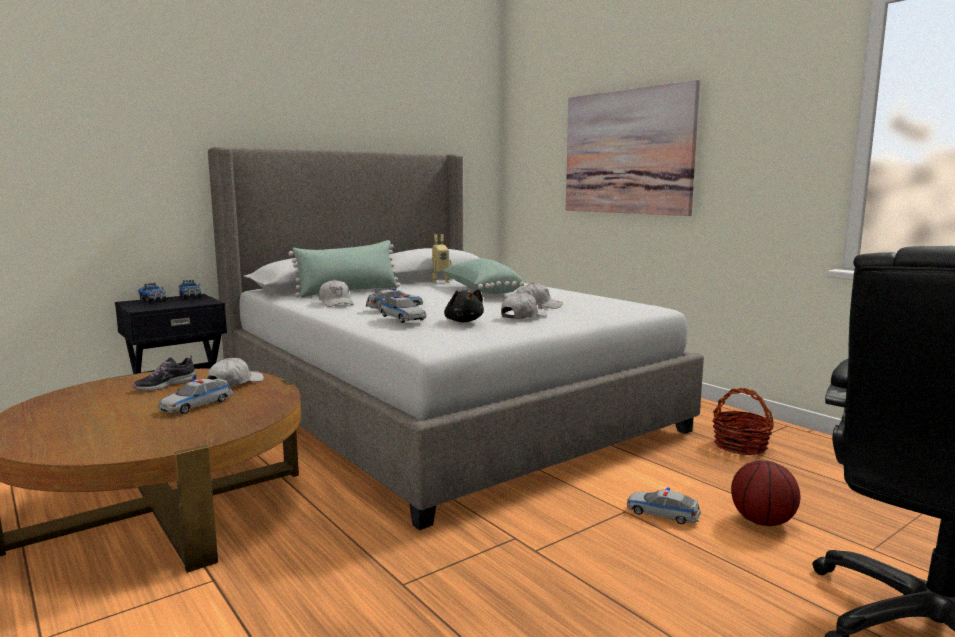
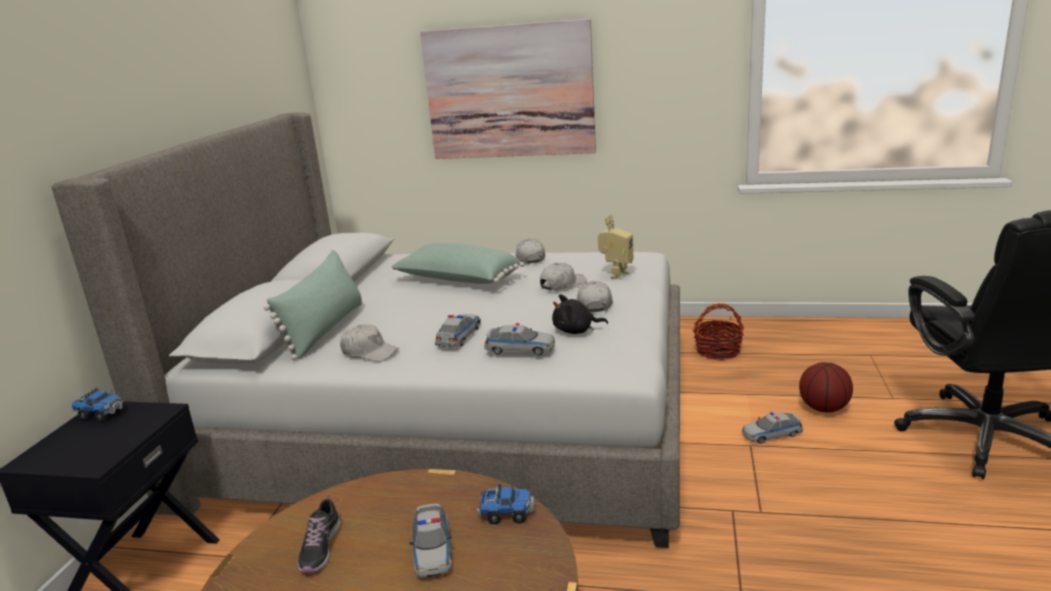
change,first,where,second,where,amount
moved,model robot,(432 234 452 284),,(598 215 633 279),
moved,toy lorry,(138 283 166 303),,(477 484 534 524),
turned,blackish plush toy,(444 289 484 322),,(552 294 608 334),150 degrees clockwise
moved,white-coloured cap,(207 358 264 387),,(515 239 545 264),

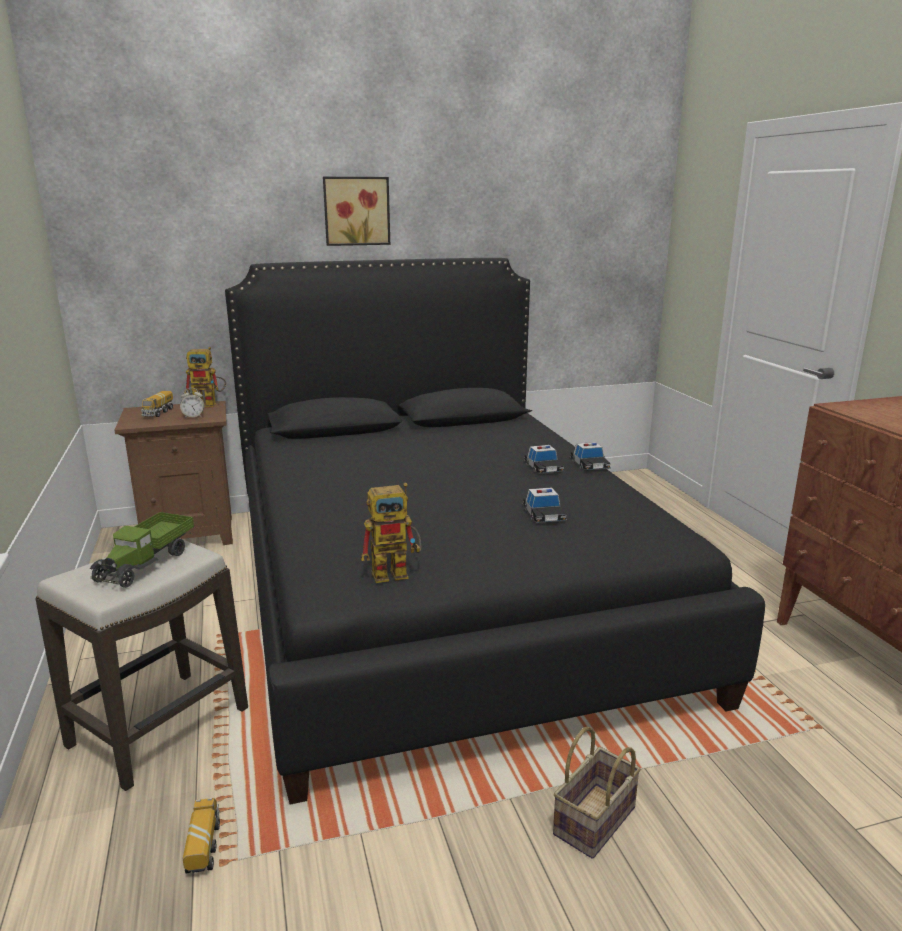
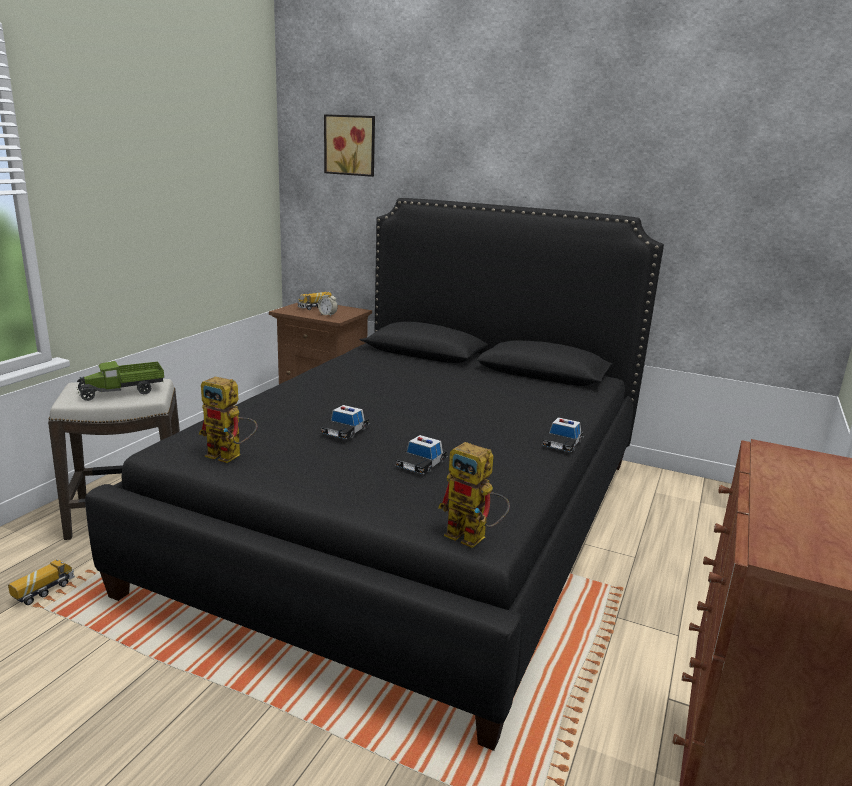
change,first,where,second,where,amount
moved,wall picture,(323 177 390 246),,(324 114 375 177),
moved,model robot,(184 347 226 407),,(438 442 510 548),
moved,model car,(523 445 565 474),,(320 405 370 440),
removed,household basket,(553 727 641 859),,,

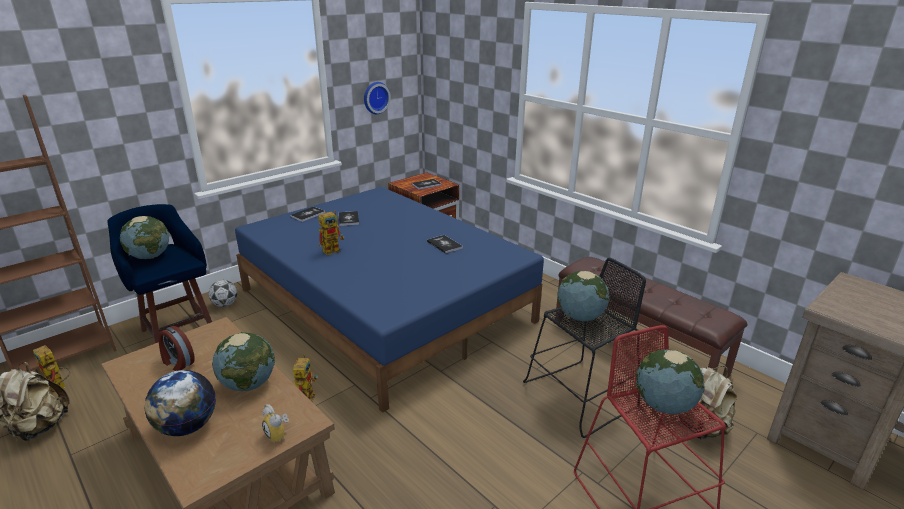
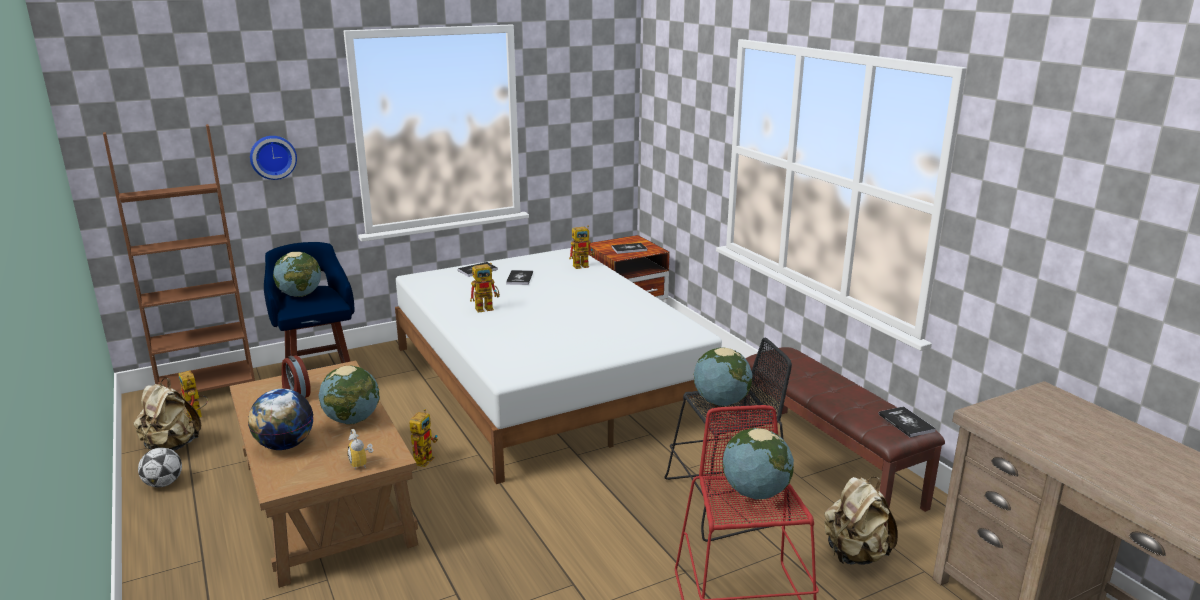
change,first,where,second,where,amount
moved,hanging clock,(364 82 391 114),,(250 136 297 180),
recoloured,blue sleeping bed,(235 187 544 413),white-coloured sleeping bed,(395 248 722 484),
moved,book,(427 235 463 254),,(879 406 936 438),
moved,ball for football,(208 280 237 307),,(138 448 182 487),
added,,,model robot,(569 225 594 269),

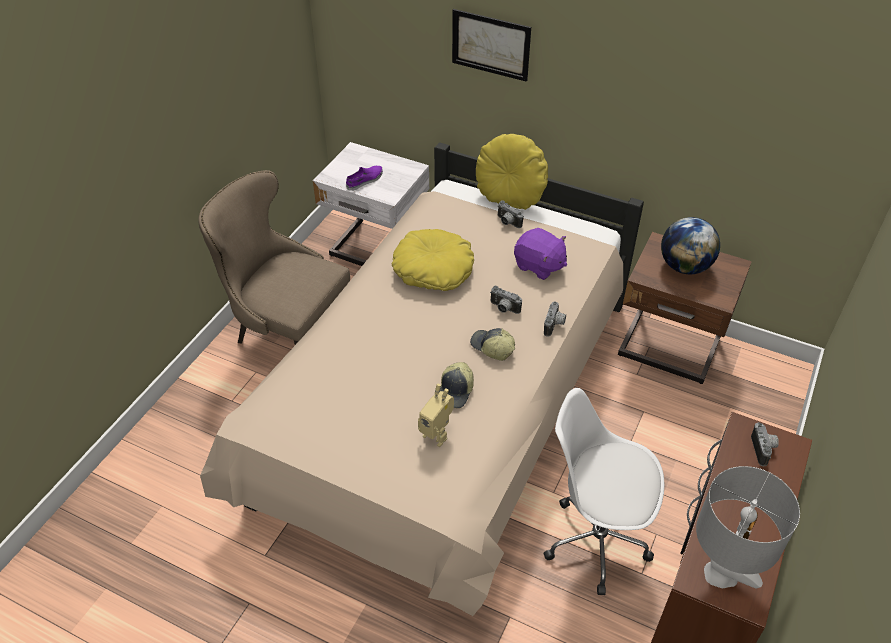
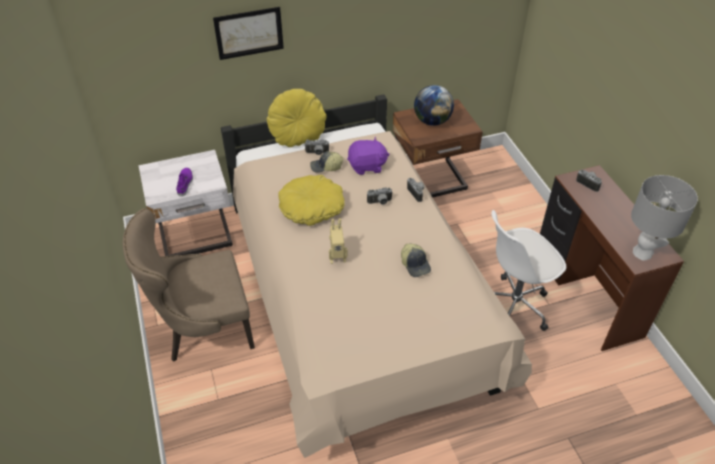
change,first,where,second,where,amount
moved,cap,(470 328 515 361),,(310 151 343 173),
moved,model robot,(418 384 454 447),,(329 219 348 264),

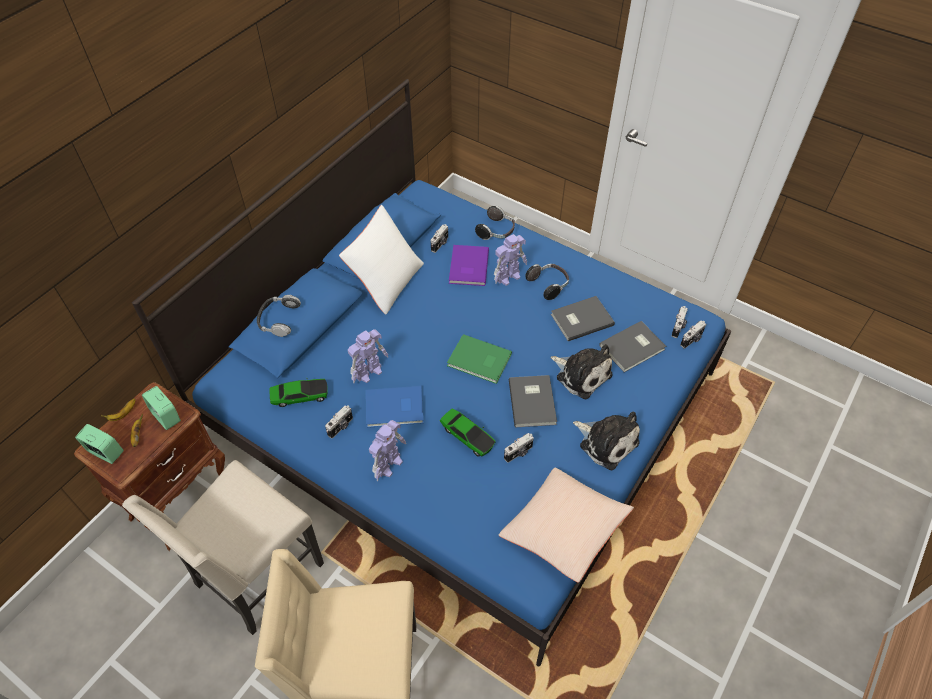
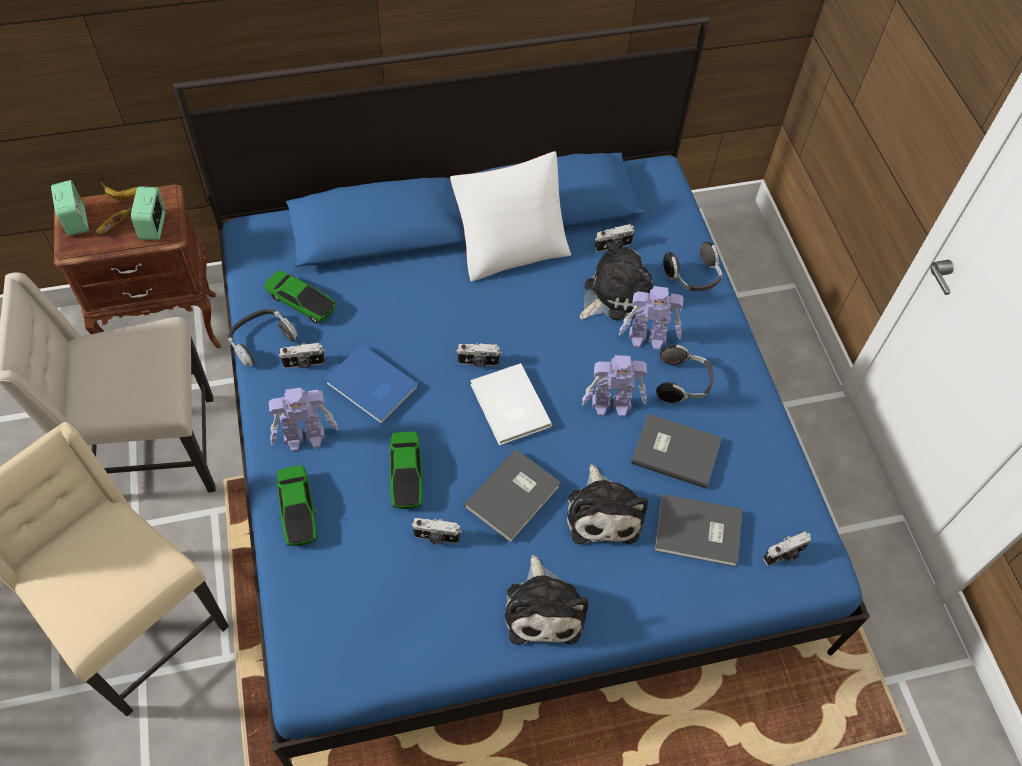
change,first,where,second,where,amount
replaced,purple-coloured book,(449 245 489 286),plush toy,(579 242 653 321),
moved,headset,(257 295 301 337),,(228 309 298 366),
moved,still camera,(680 320 706 349),,(456 343 501 367),
moved,model robot,(348 329 388 383),,(582 355 647 417),
recoloured,green book,(447 334 512 384),white-coloured book,(470 363 552 445),
removed,beige-coloured throw pillow,(499 467 634 582),,,
added,,,model car,(277 465 318 546),

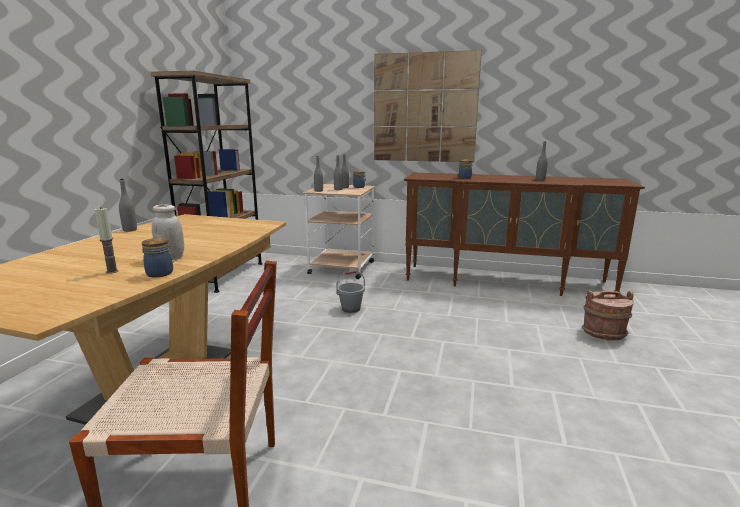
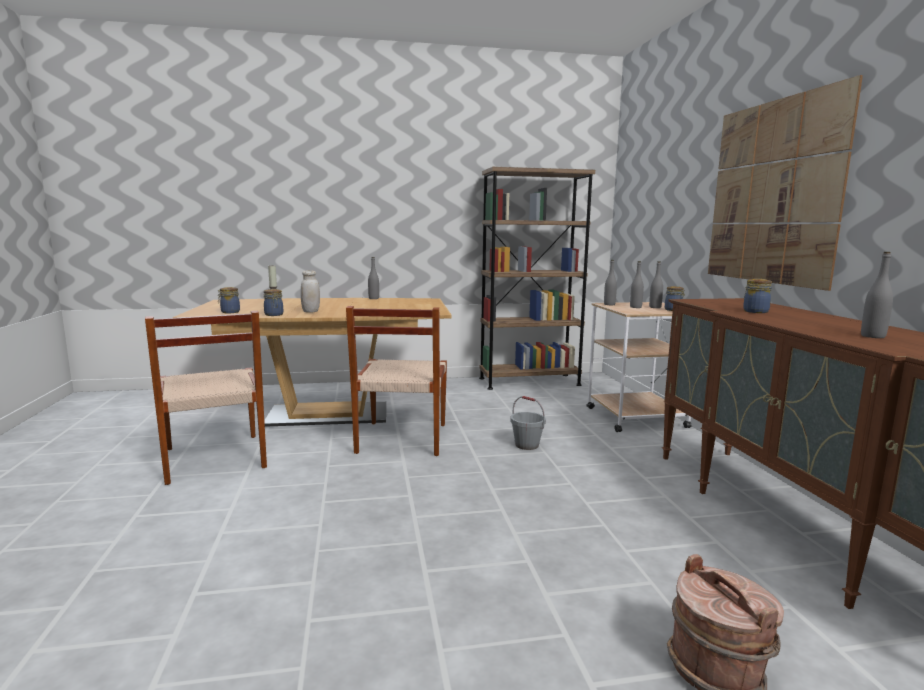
change,first,where,second,where,amount
added,,,preserve jar,(218 287 240 313),
added,,,plain chair,(346 306 447 456),

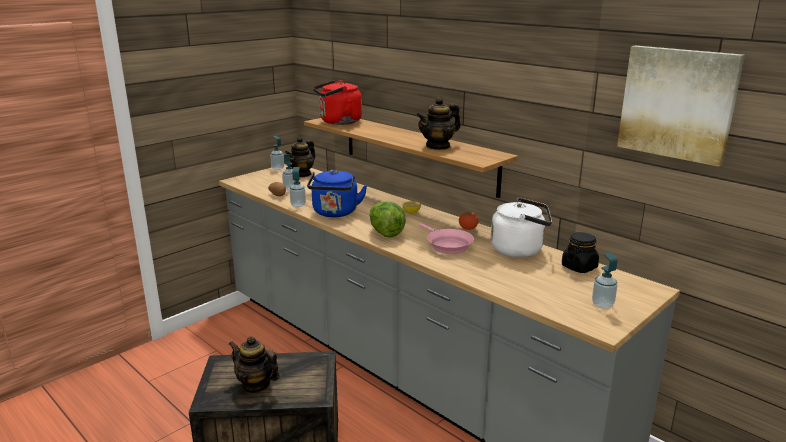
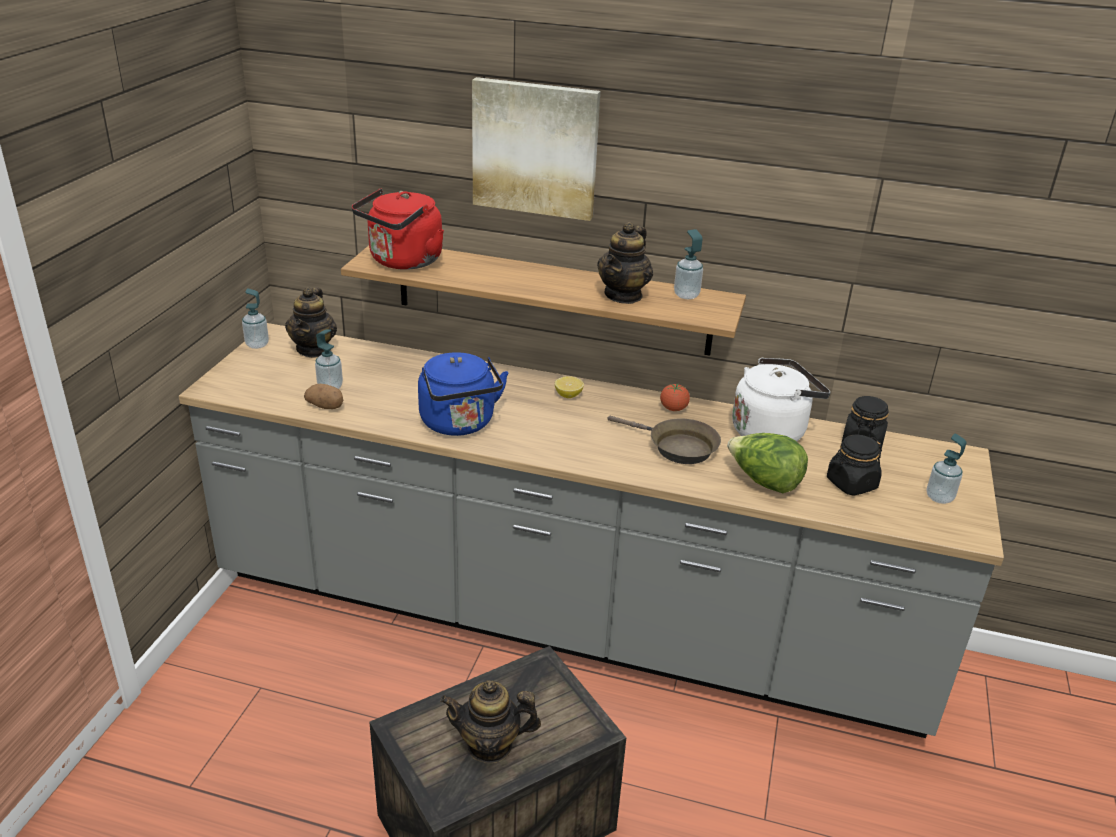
change,first,where,second,where,amount
moved,wall picture,(617 46 745 167),,(472 77 600 221),
moved,soap bottle,(290 167 306 207),,(674 229 703 299),
moved,head of lettuce,(369 201 406 237),,(727 433 808 493),
recoloured,pink-coloured frying pan,(419 223 474 254),brown frying pan,(607 416 721 464),
added,,,blackish preserve jar,(827 435 882 496),

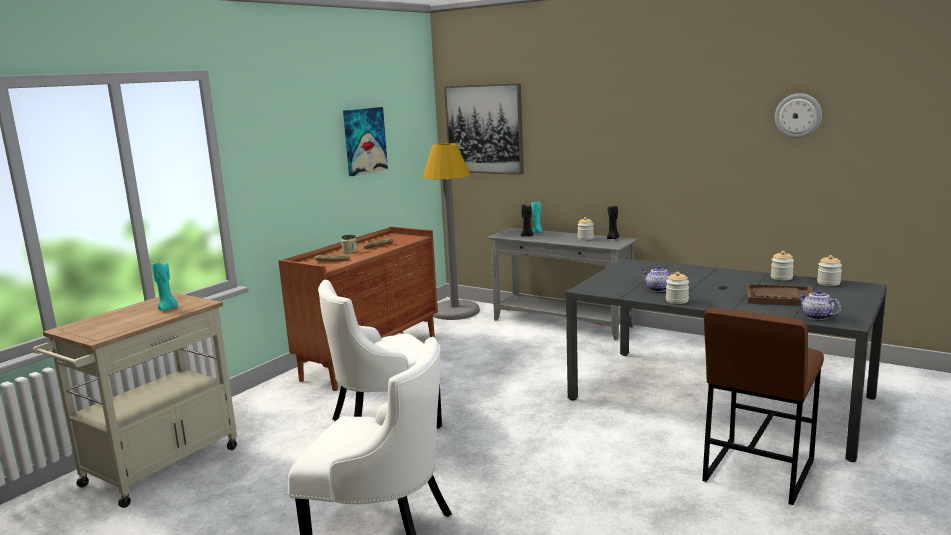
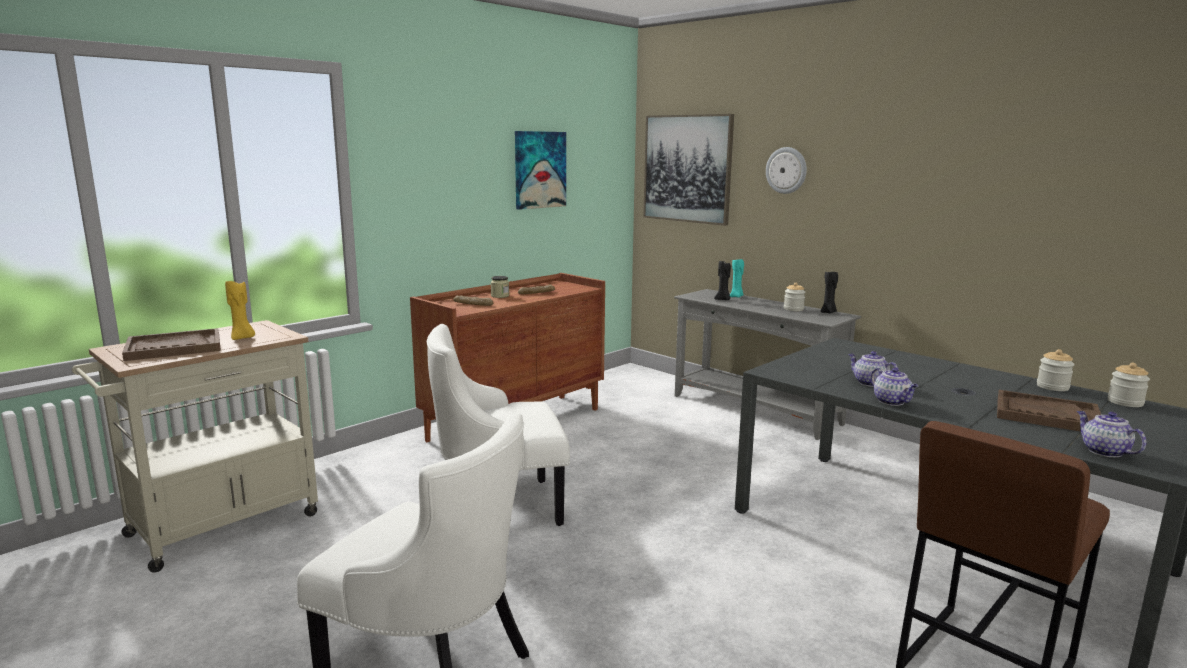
change,first,where,second,where,amount
moved,hanging clock,(775 93 822 138),,(766 147 807 194),
removed,grey standing lamp,(423 143 480 320),,,
recoloured,blue-green wax light,(152 260 178 311),yellow-coloured wax light,(225 281 255 340),
replaced,preserve jar,(666 272 689 304),pot for tea,(871 368 918 406),
added,,,brown serving tray,(122 328 221 361),

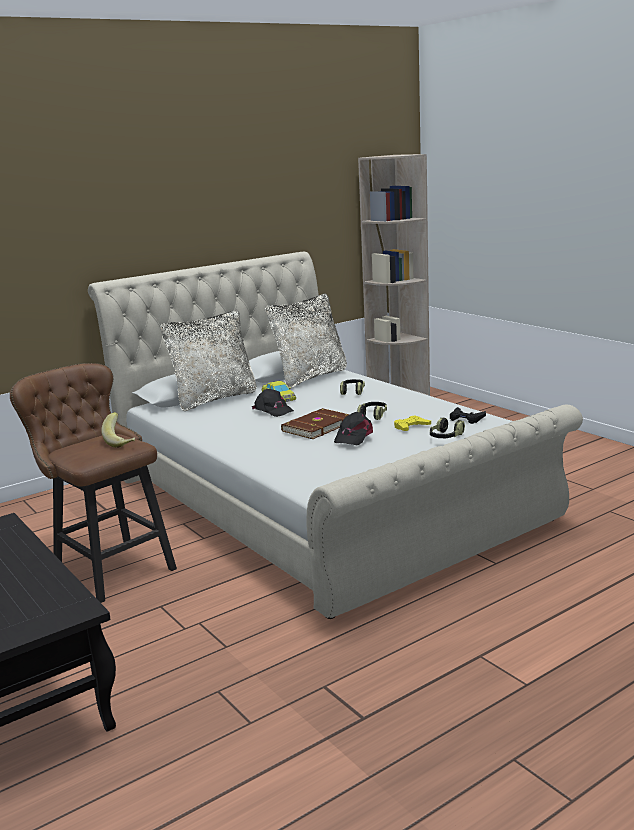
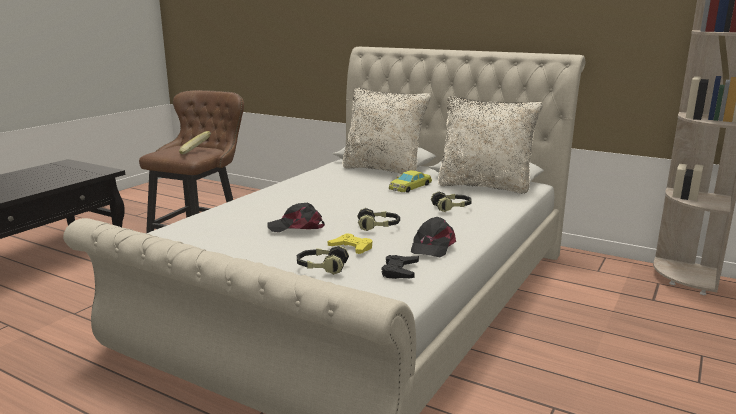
change,first,where,second,where,amount
moved,blackish cap,(252 389 294 417),,(411 217 456 258),
removed,brown book,(281 408 350 439),,,

